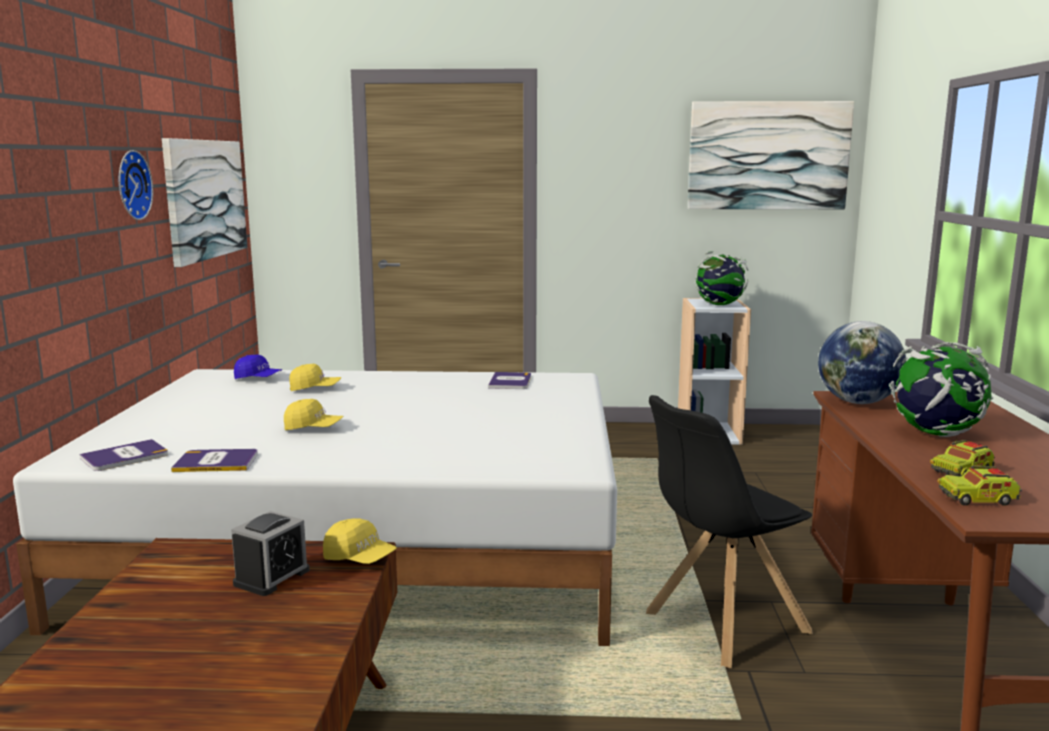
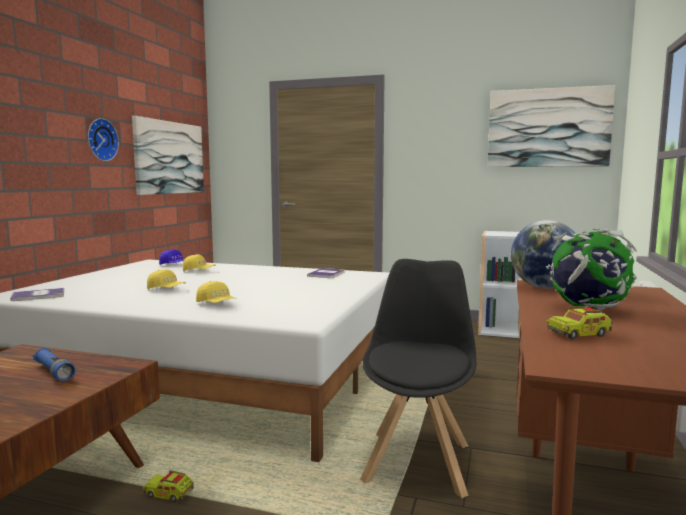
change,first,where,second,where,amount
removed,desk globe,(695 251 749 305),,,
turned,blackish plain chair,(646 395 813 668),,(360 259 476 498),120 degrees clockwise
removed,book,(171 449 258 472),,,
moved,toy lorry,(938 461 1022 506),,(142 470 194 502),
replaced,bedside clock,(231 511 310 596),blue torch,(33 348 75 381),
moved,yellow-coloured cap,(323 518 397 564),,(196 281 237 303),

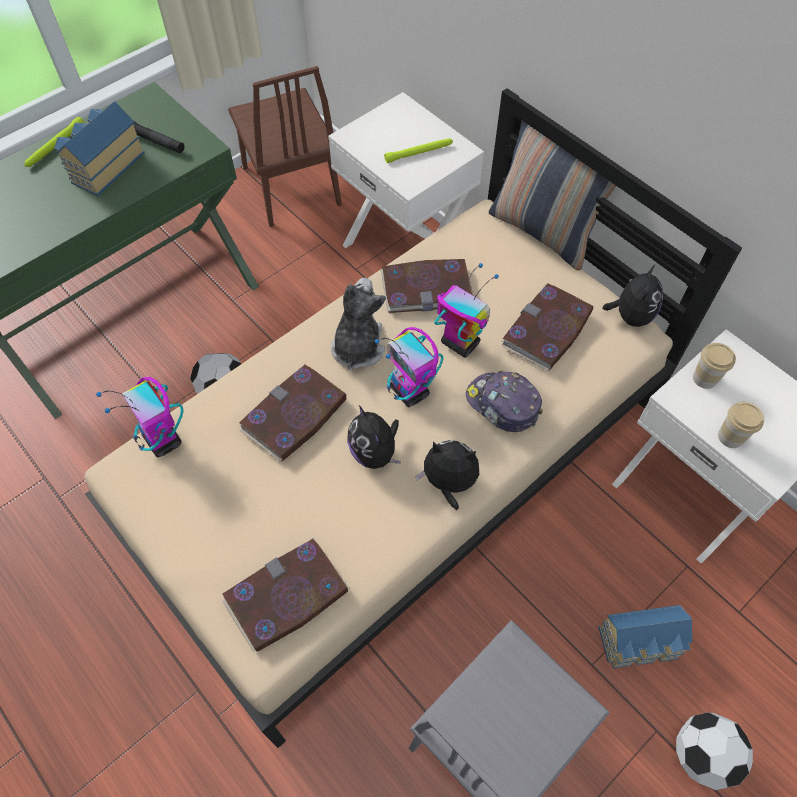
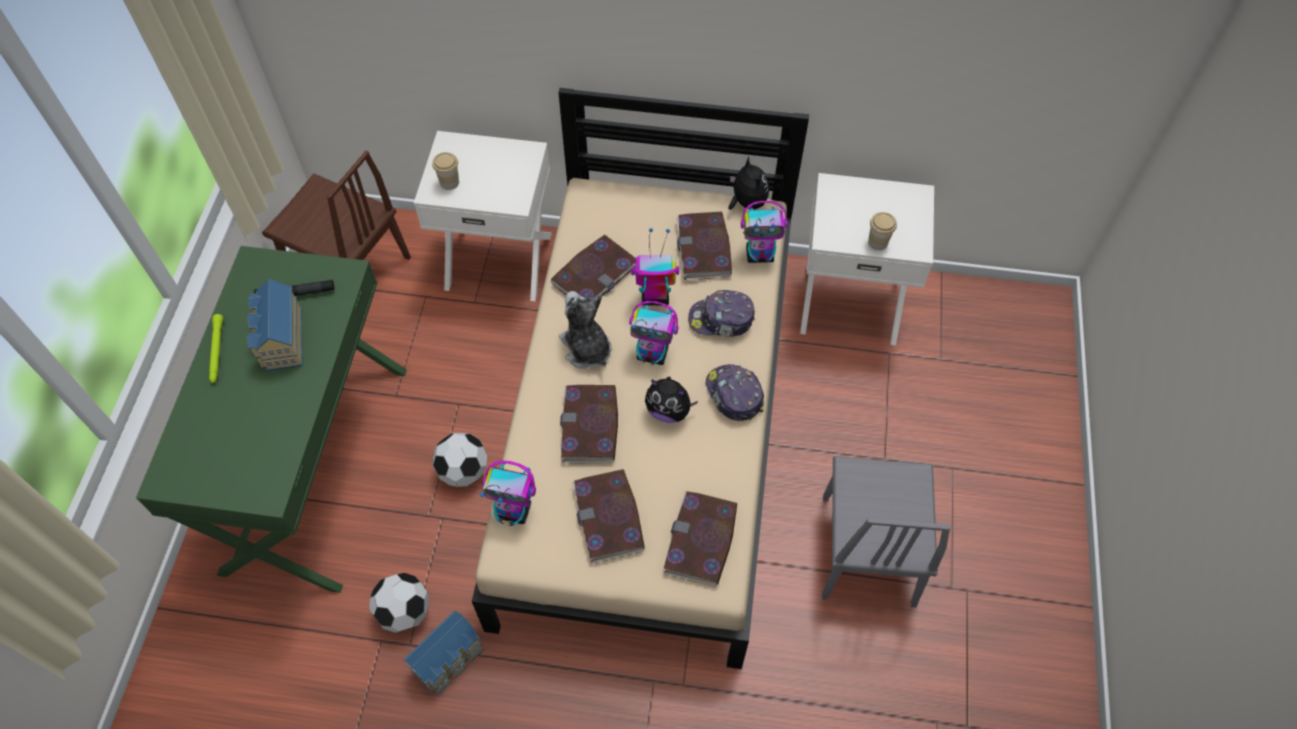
change,first,where,second,where,amount
removed,throw pillow,(489 120 623 270),,,
removed,green torch,(384 138 453 163),,,
moved,cup,(693 343 736 389),,(432 152 459 190),
replaced,plush toy,(415 440 479 510),cap,(706 364 764 421),
moved,miniature house,(599 605 692 668),,(404 610 484 694),
moved,ball for football,(676 712 753 790),,(369 573 429 633),
added,,,model robot,(741 201 788 263),
added,,,book,(572 469 645 564),

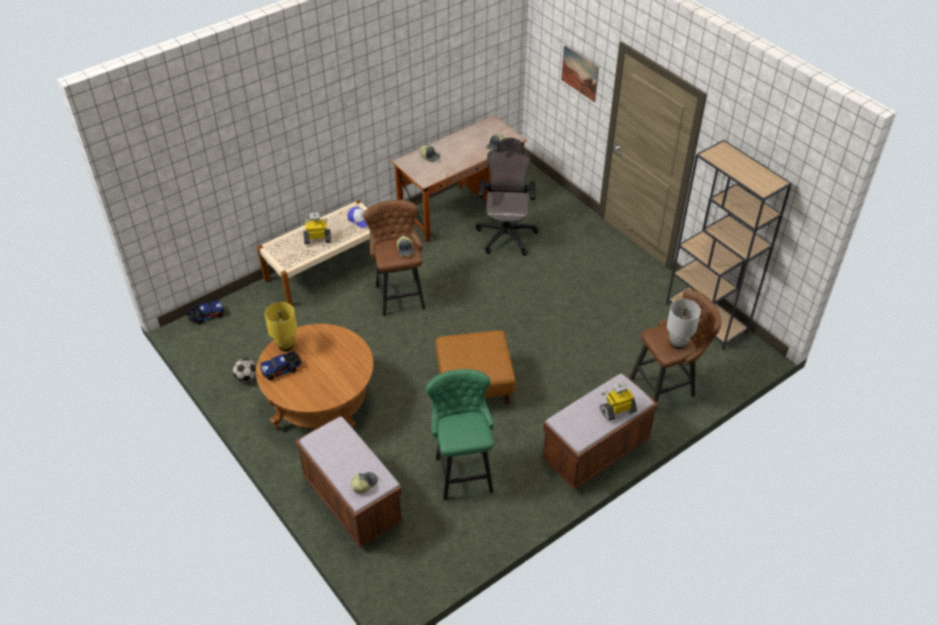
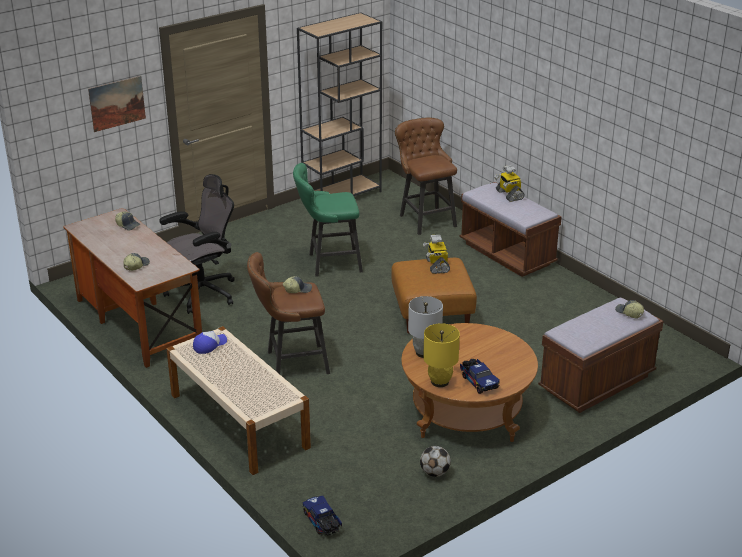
change,first,where,second,where,amount
turned,computer chair,(476 138 539 255),,(159 174 235 314),135 degrees clockwise
moved,model robot,(303 212 331 245),,(423 235 450 274),
moved,white-coloured lamp for a table,(667 299 701 349),,(408 296 443 358),
moved,green stool seat,(426 369 494 500),,(293 163 363 277),

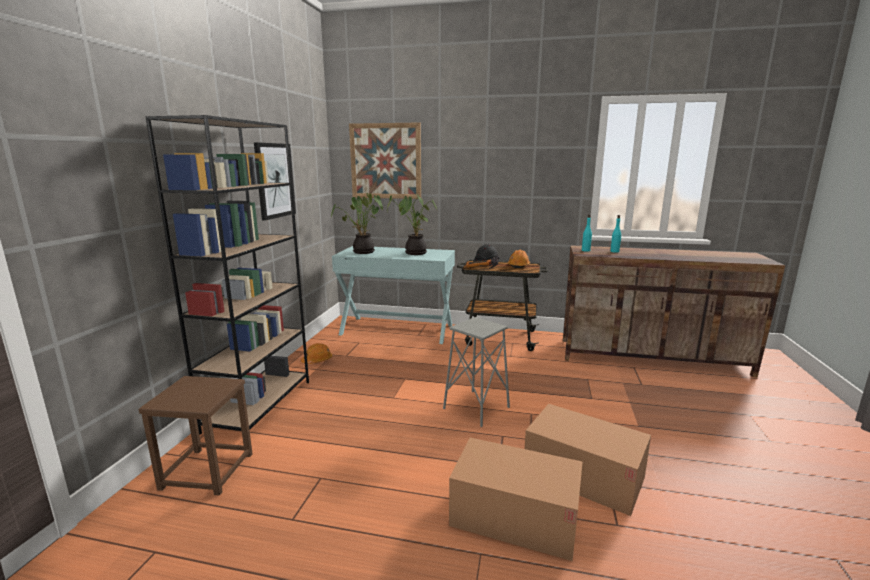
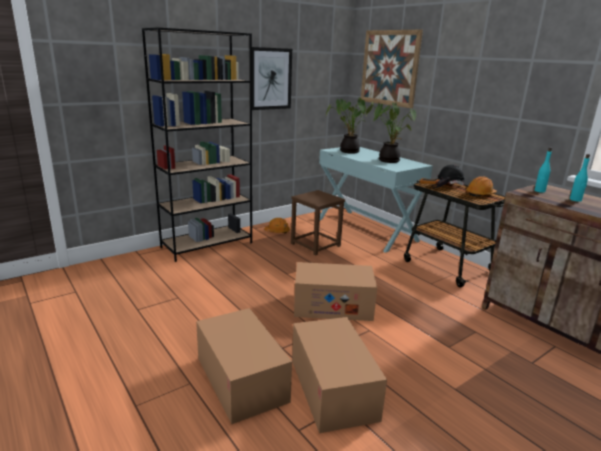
change,first,where,second,where,amount
replaced,grey stool seat,(443 317 510 427),packing box,(294 262 377 321),
moved,brown stool seat,(139 376 253 496),,(291 190 345 256),

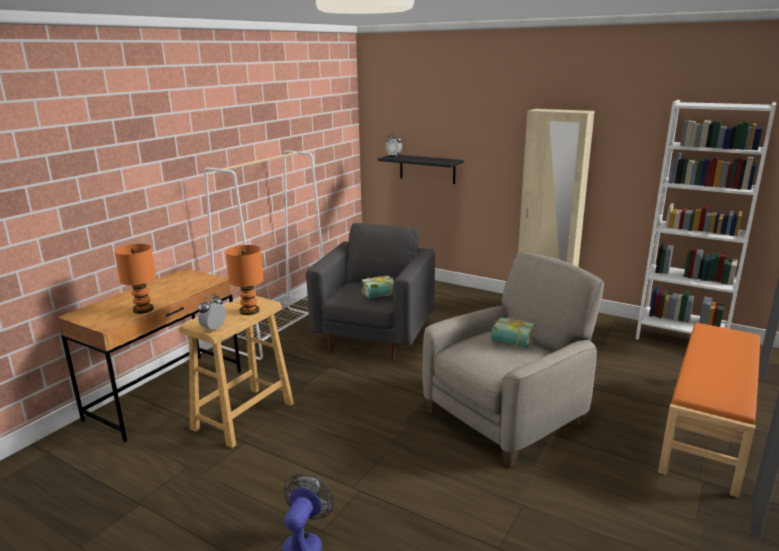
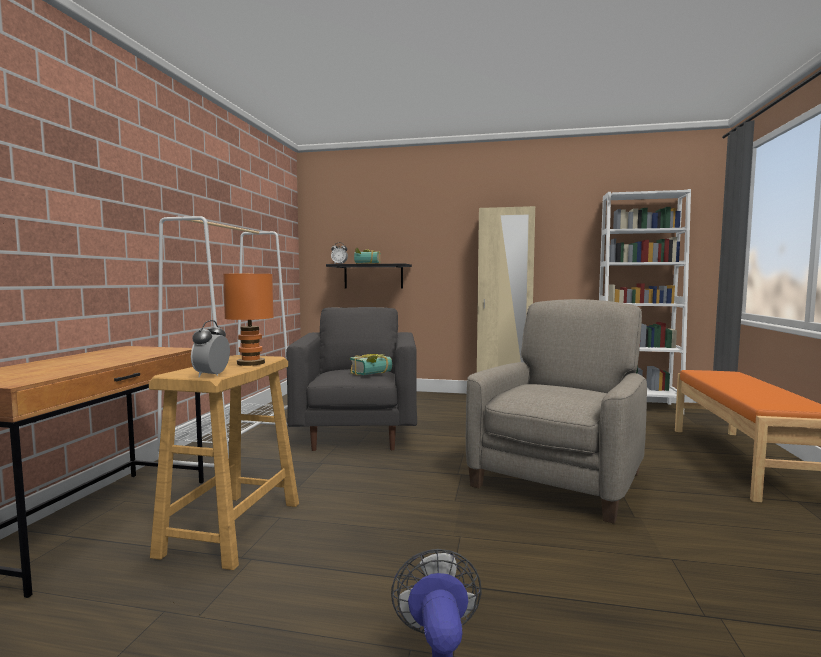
change,first,where,second,where,amount
removed,orange lamp for a table,(114 244 156 314),,,
moved,book,(491 317 535 348),,(354 248 381 264),

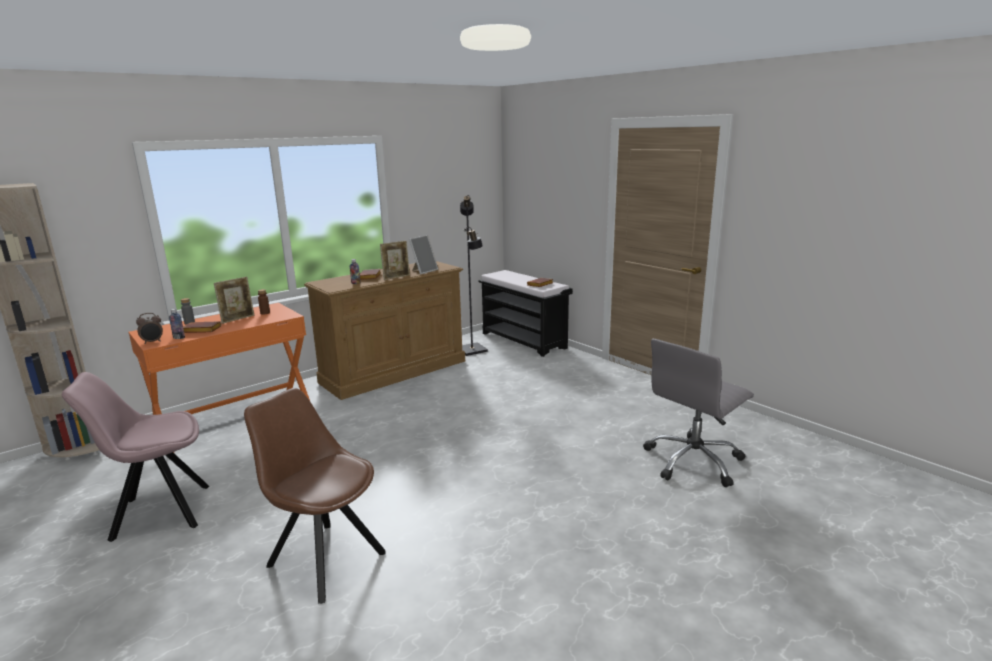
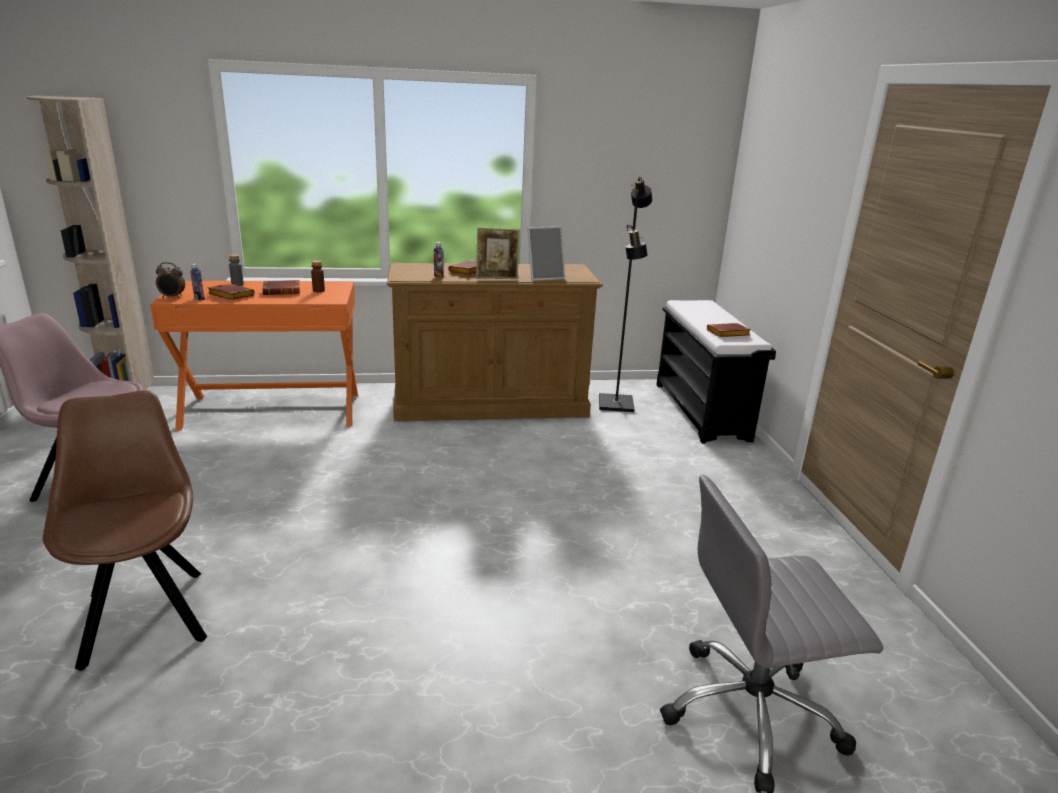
change,first,where,second,where,amount
replaced,photo frame,(214 277 254 324),brown book,(262 280 300 295),

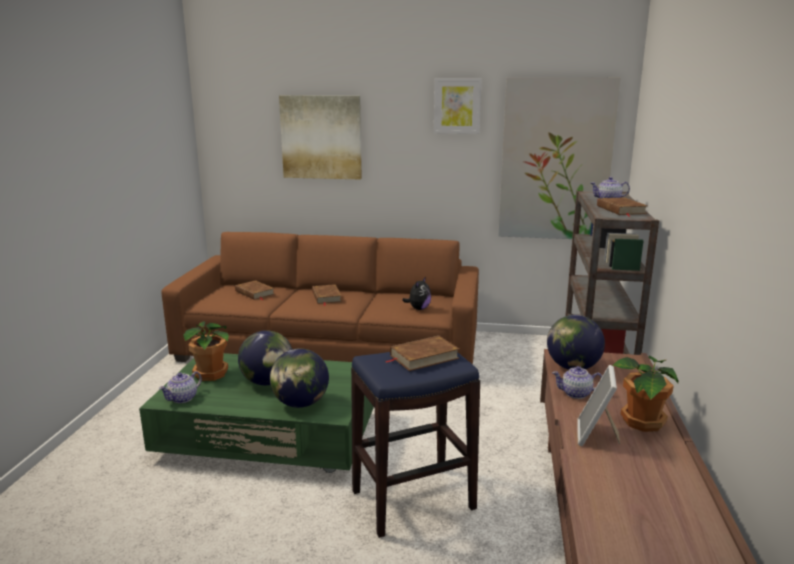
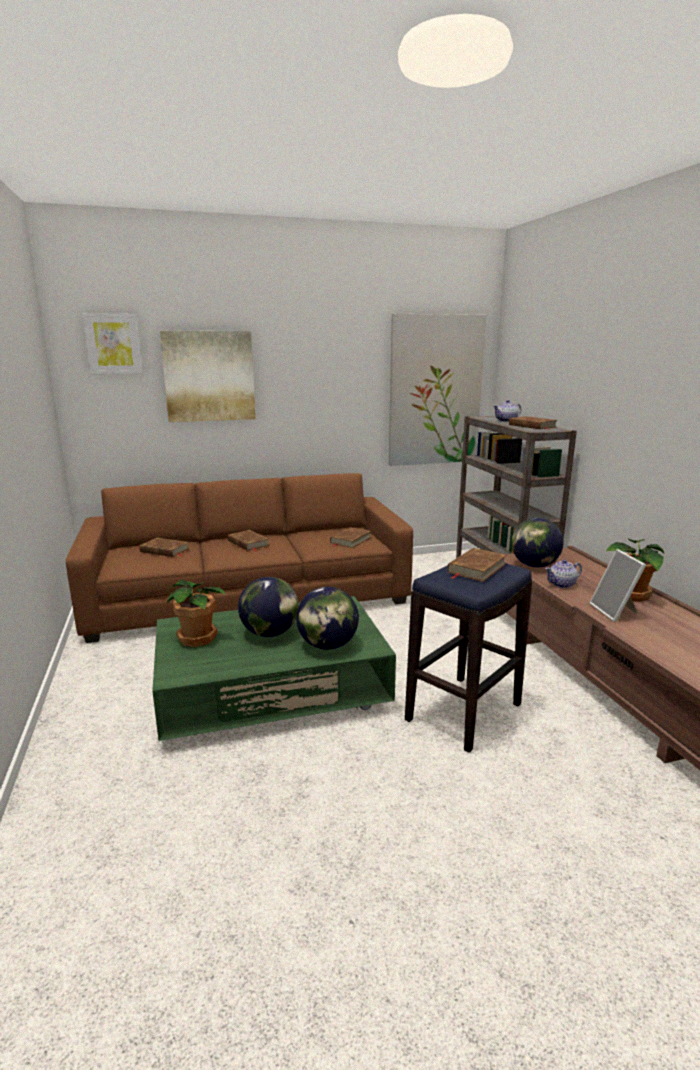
change,first,where,second,where,amount
moved,wall picture,(434 78 482 134),,(82 313 143 374),
replaced,plush toy,(402 277 431 310),brown book,(330 527 371 548),
removed,pot for tea,(159 371 202 403),,,

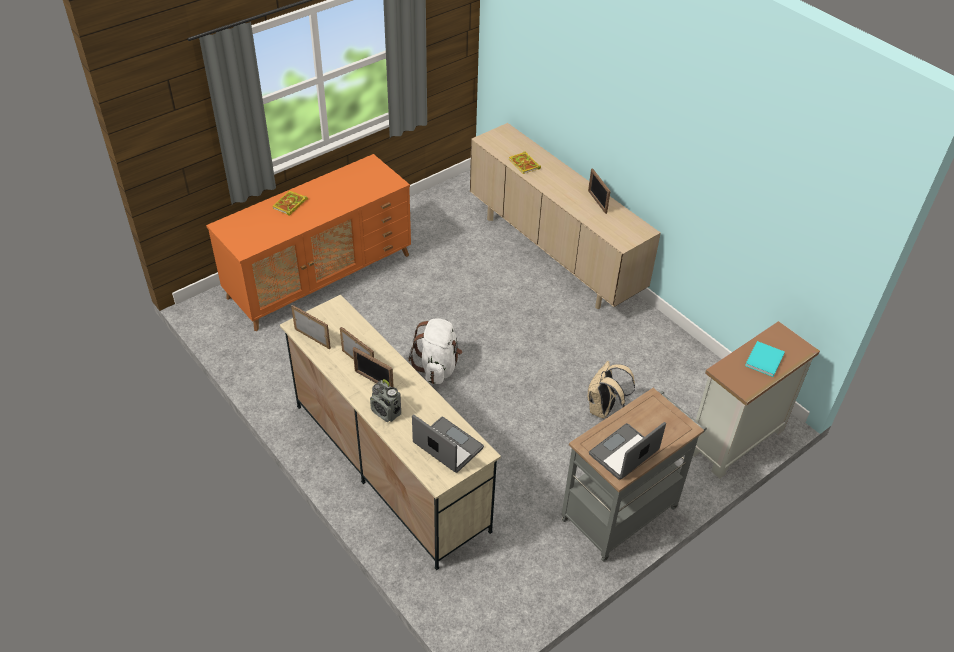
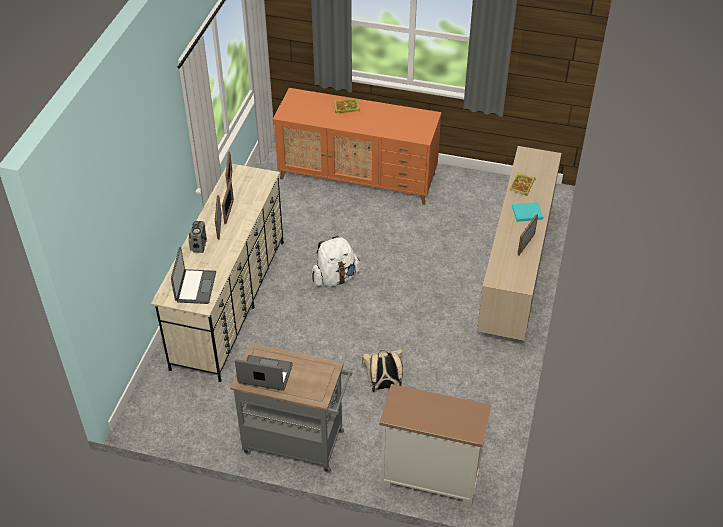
change,first,where,second,where,amount
moved,blue-green book,(745 341 785 377),,(511 202 543 222),

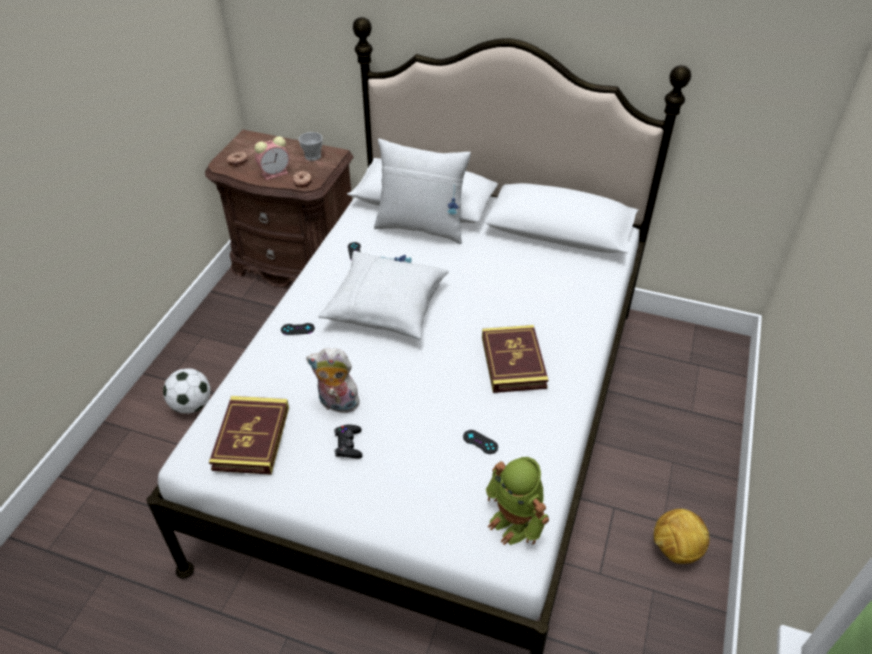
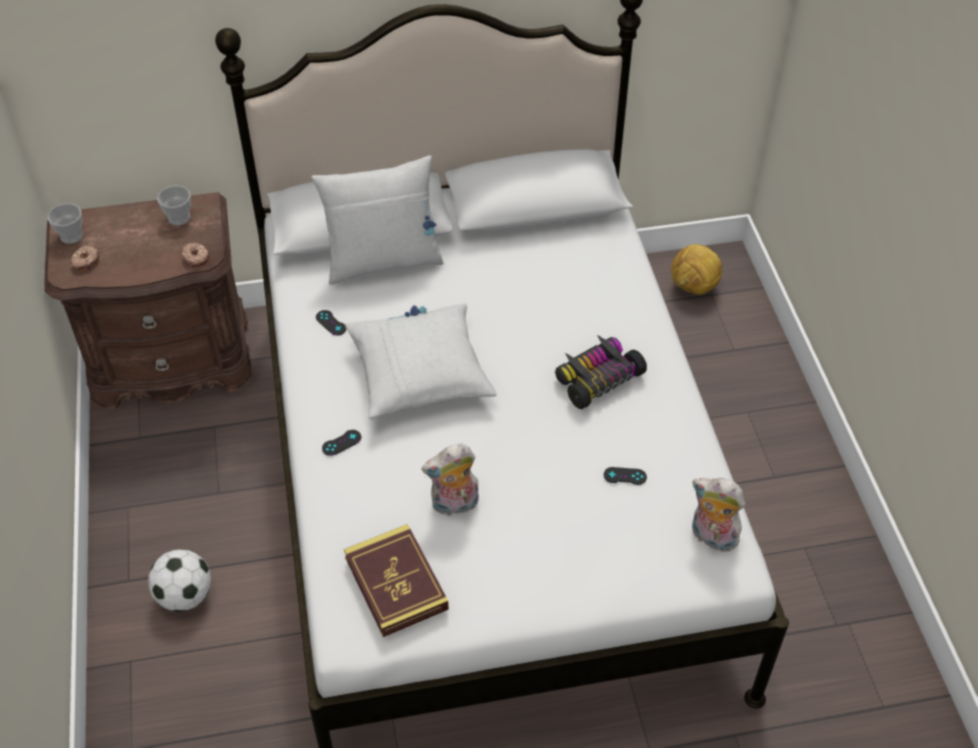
change,first,where,second,where,amount
removed,bedside clock,(255 136 290 180),,,
replaced,book,(482 325 548 393),model car,(555 335 647 409),
removed,blackish gamepad,(334 425 363 459),,,
replaced,model robot,(486 457 549 545),plush toy,(692 478 745 552),
moved,ball for football,(654 509 710 564),,(671 244 722 295),
added,,,cup,(47 203 83 244),

